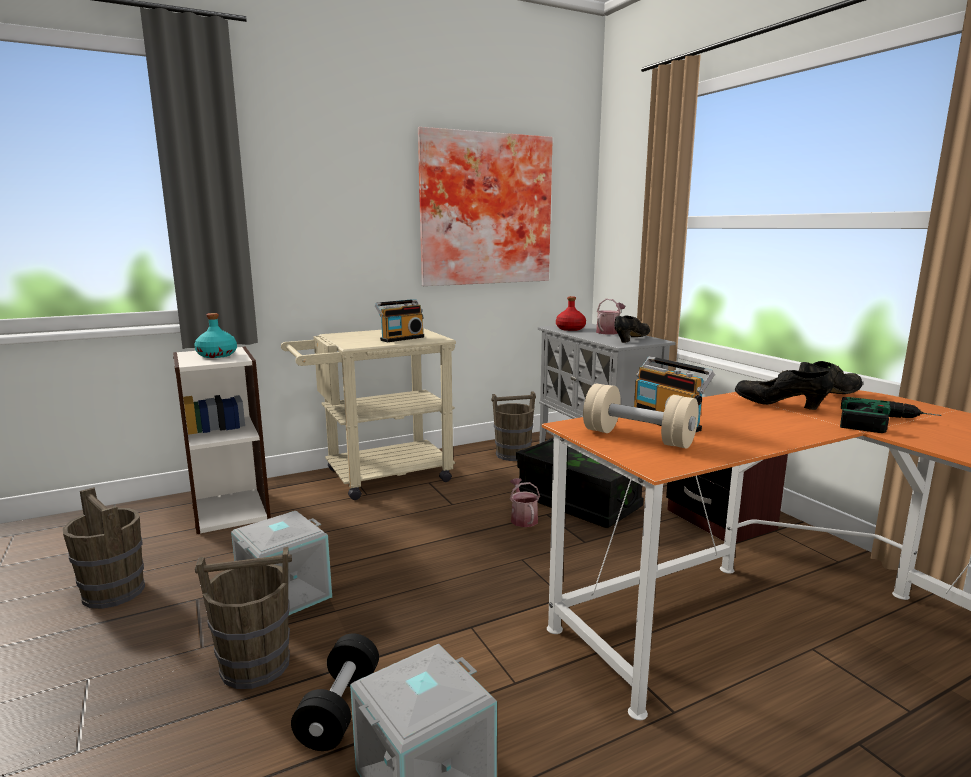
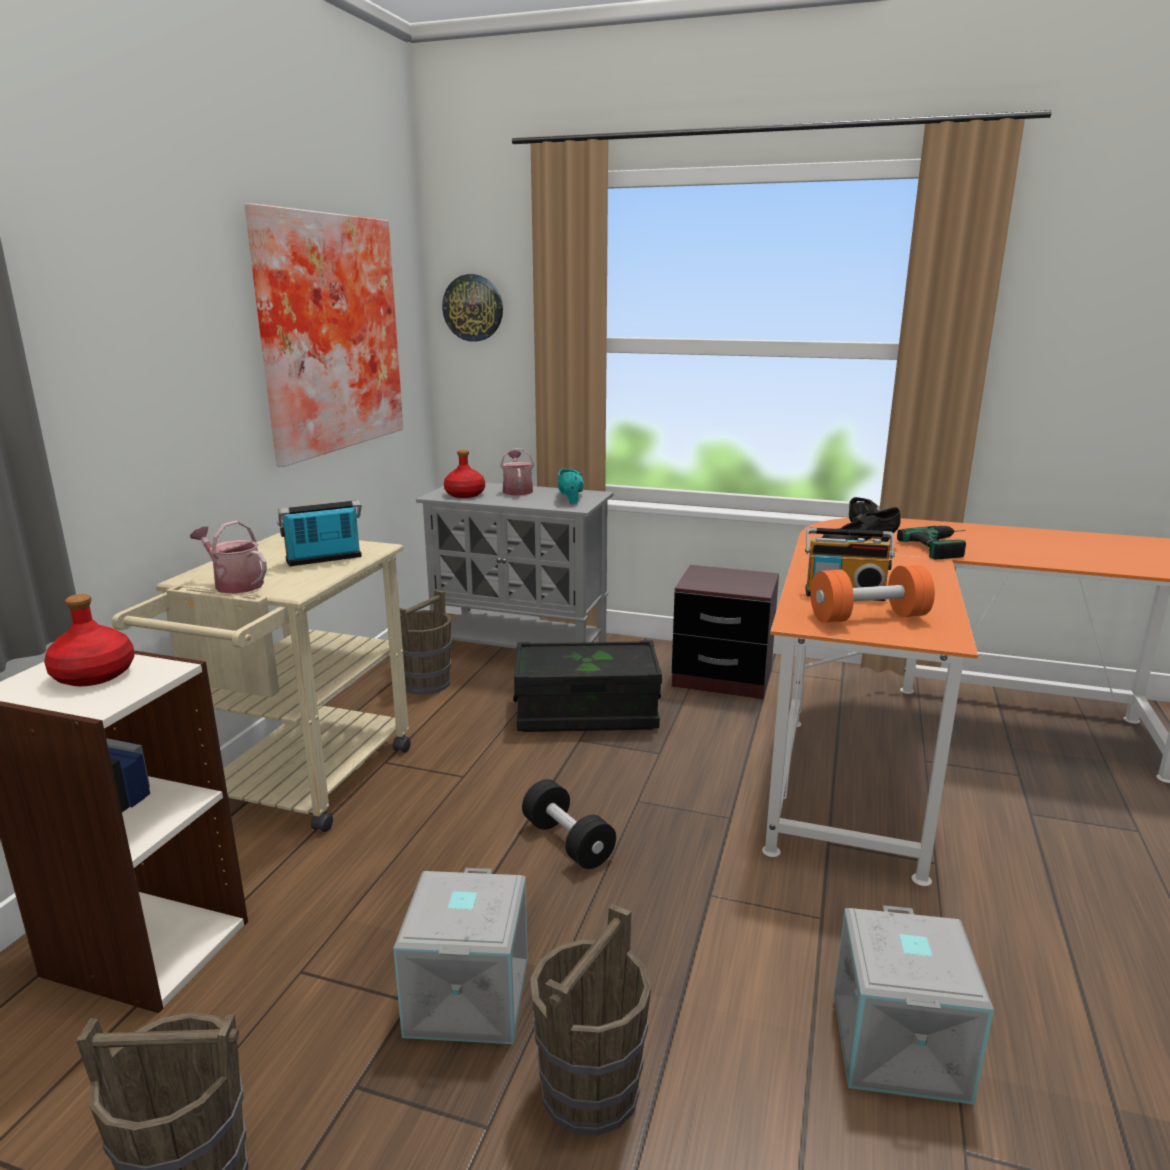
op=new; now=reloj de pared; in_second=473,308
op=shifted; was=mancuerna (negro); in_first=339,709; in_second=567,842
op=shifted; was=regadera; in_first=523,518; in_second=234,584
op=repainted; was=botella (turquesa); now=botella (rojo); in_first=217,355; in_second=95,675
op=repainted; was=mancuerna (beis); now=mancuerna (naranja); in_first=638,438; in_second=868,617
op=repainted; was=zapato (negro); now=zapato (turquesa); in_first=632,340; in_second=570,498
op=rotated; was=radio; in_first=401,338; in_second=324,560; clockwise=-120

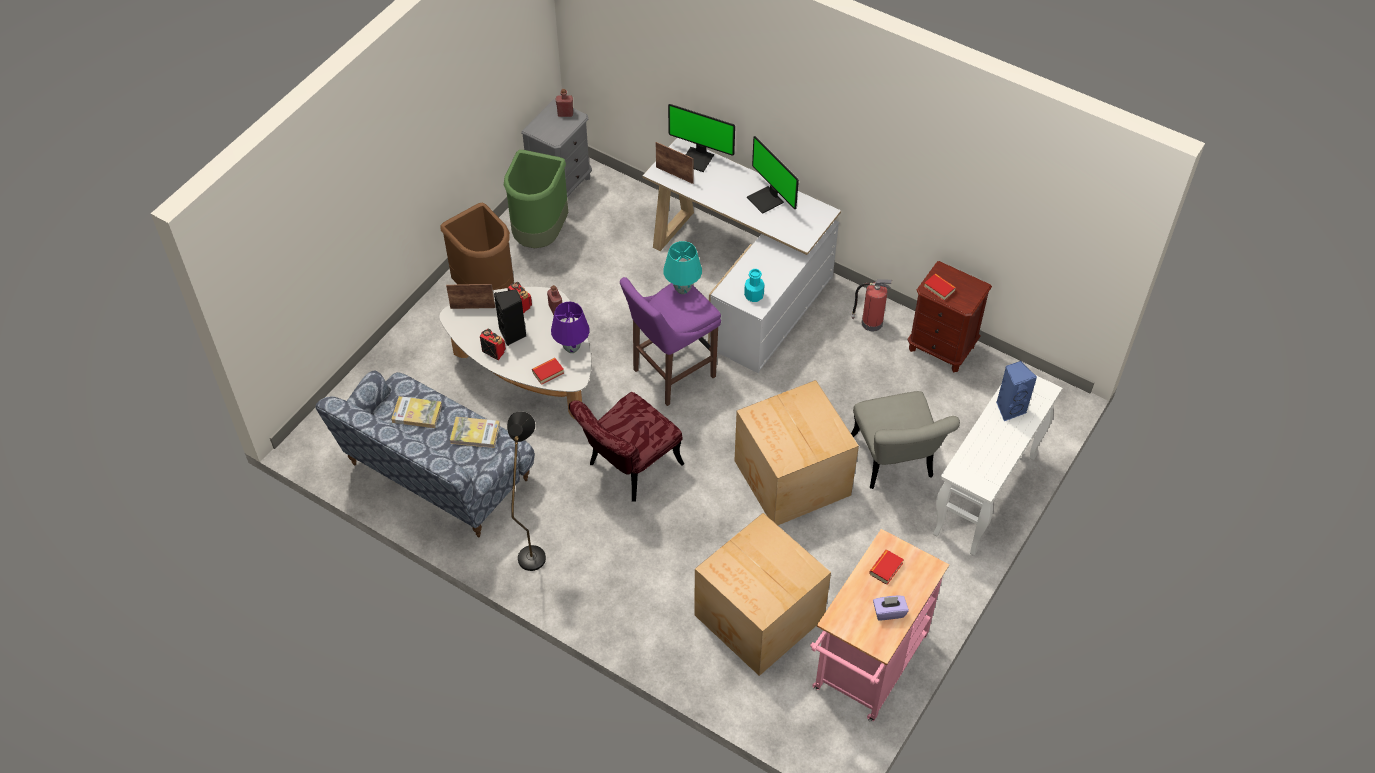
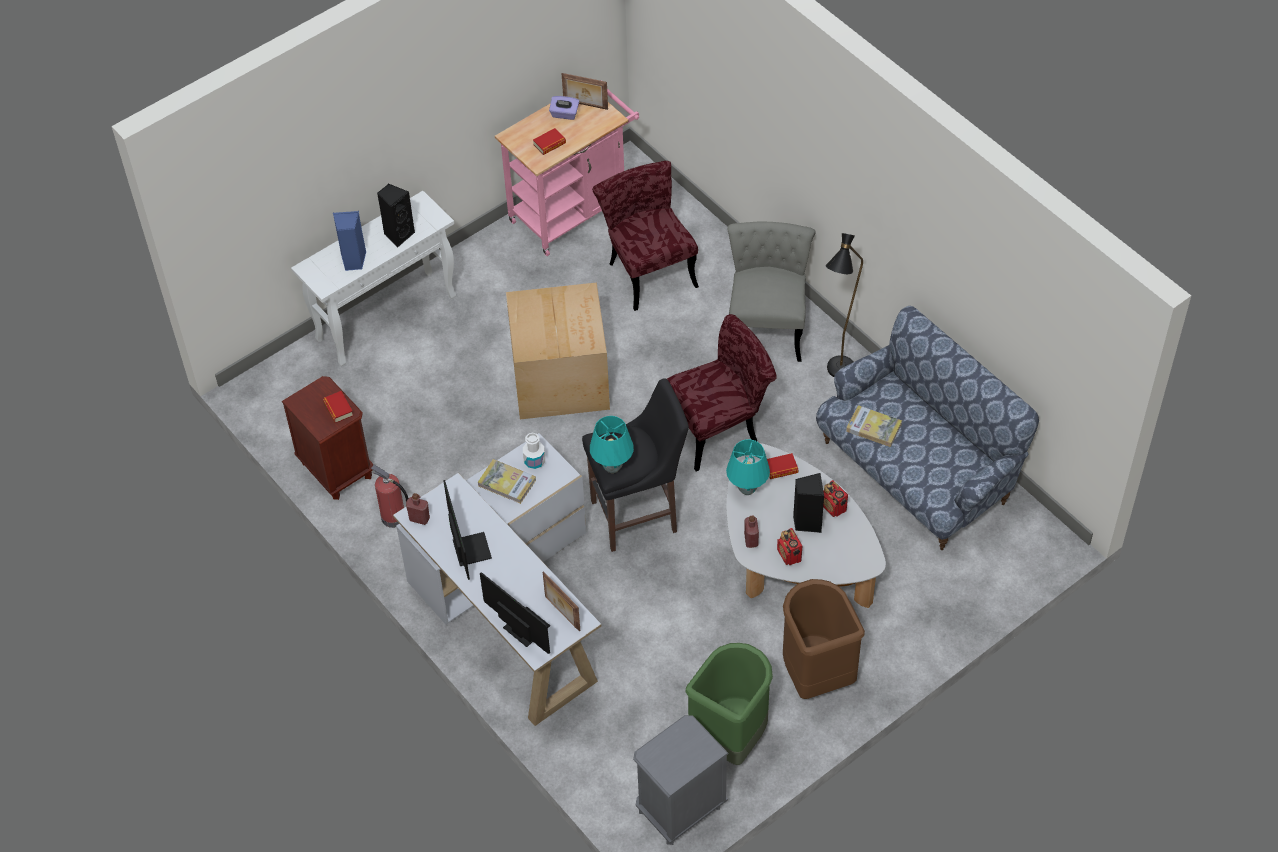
op=new; now=altavoz (negro); in_second=398,234
op=shifted; was=libro; in_first=417,413; in_second=507,483
op=shifted; was=portarretratos; in_first=473,307; in_second=585,105
op=shifted; was=botella (rojo); in_first=565,114; in_second=419,518
op=shifted; was=silla (gris); in_first=895,464; in_second=767,325
op=swapped; was=caja de cartón; now=silla (rojo); in_first=759,618; in_second=648,268
op=repainted; was=lámpara de mesa (morado); now=lámpara de mesa (turquesa); in_first=572,348; in_second=747,490
op=repainted; was=taburete (morado); now=taburete (negro); in_first=670,374; in_second=638,515
op=repainted; was=botella (turquesa); now=botella (blanco); in_first=754,295; in_second=534,461

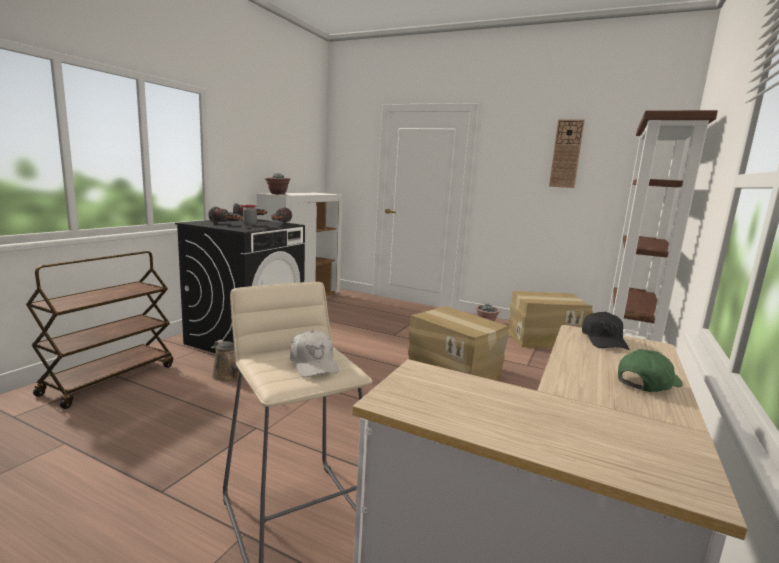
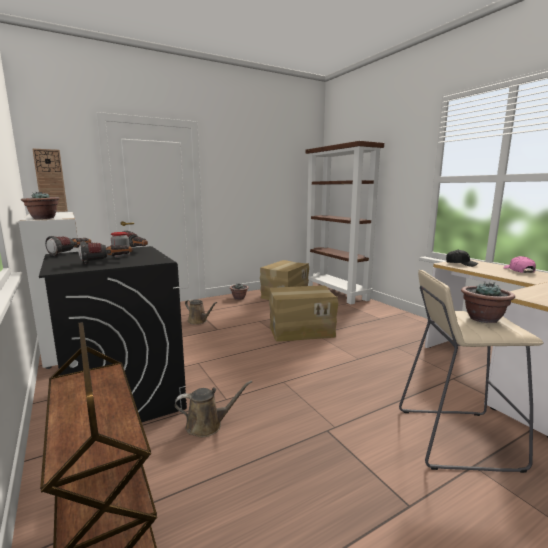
op=new; now=regadera (marrón); in_second=199,321
op=shifted; was=reloj de pared; in_first=566,154; in_second=50,181
op=swapped; was=gorra (blanco); now=planta en maceta; in_first=313,364; in_second=483,319
op=repainted; was=gorra (verde); now=gorra (rosa); in_first=647,382; in_second=518,270

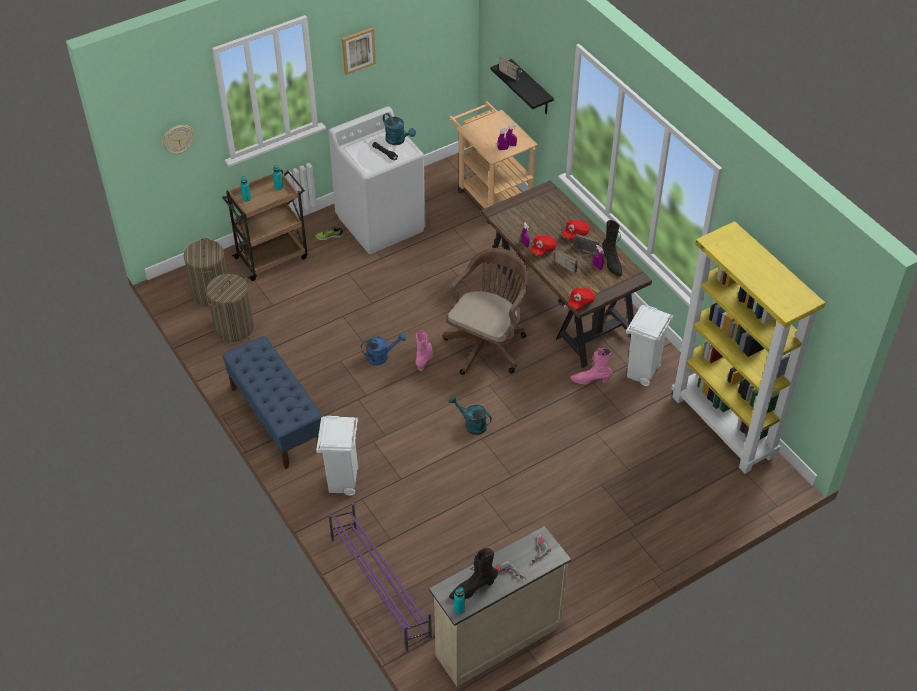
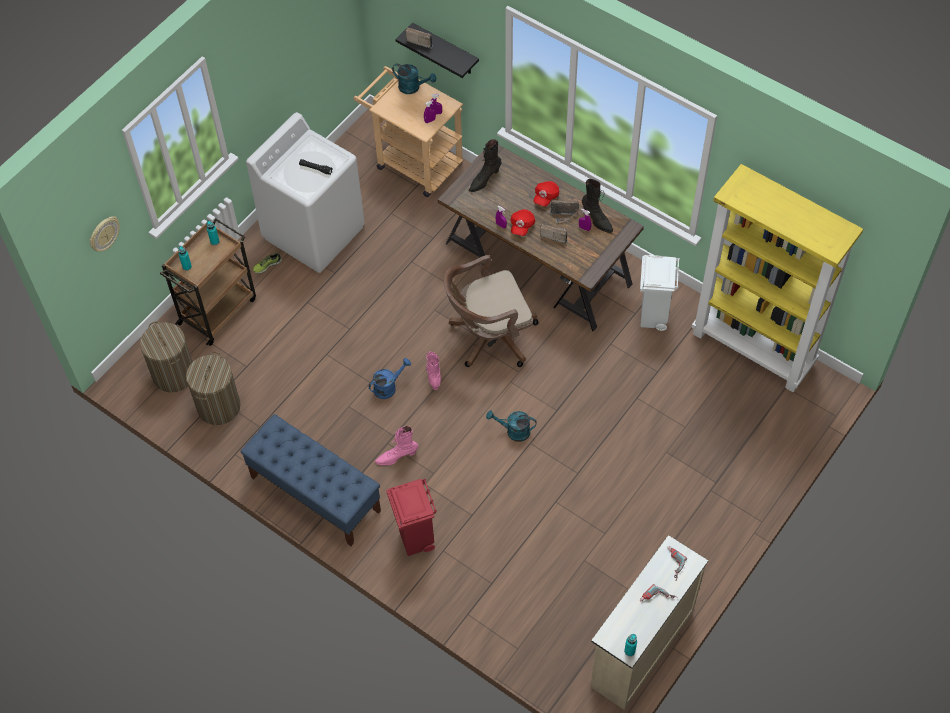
op=gone; was=zapatero (morado); in_first=380,586
op=gone; was=cuadro; in_first=358,50
op=gone; was=gorra (rojo); in_first=580,302
op=shifted; was=regadera (turquesa); in_first=398,140; in_second=413,87
op=shifted; was=bota (negro); in_first=473,589; in_second=484,180
op=shifted; was=bota (rosa); in_first=590,380; in_second=396,457
op=repainted; was=papelera (blanco); now=papelera (rojo); in_first=343,483; in_second=416,540
op=rotated; was=silla de oficina (marrón); in_first=487,344; in_second=489,337; clockwise=-120

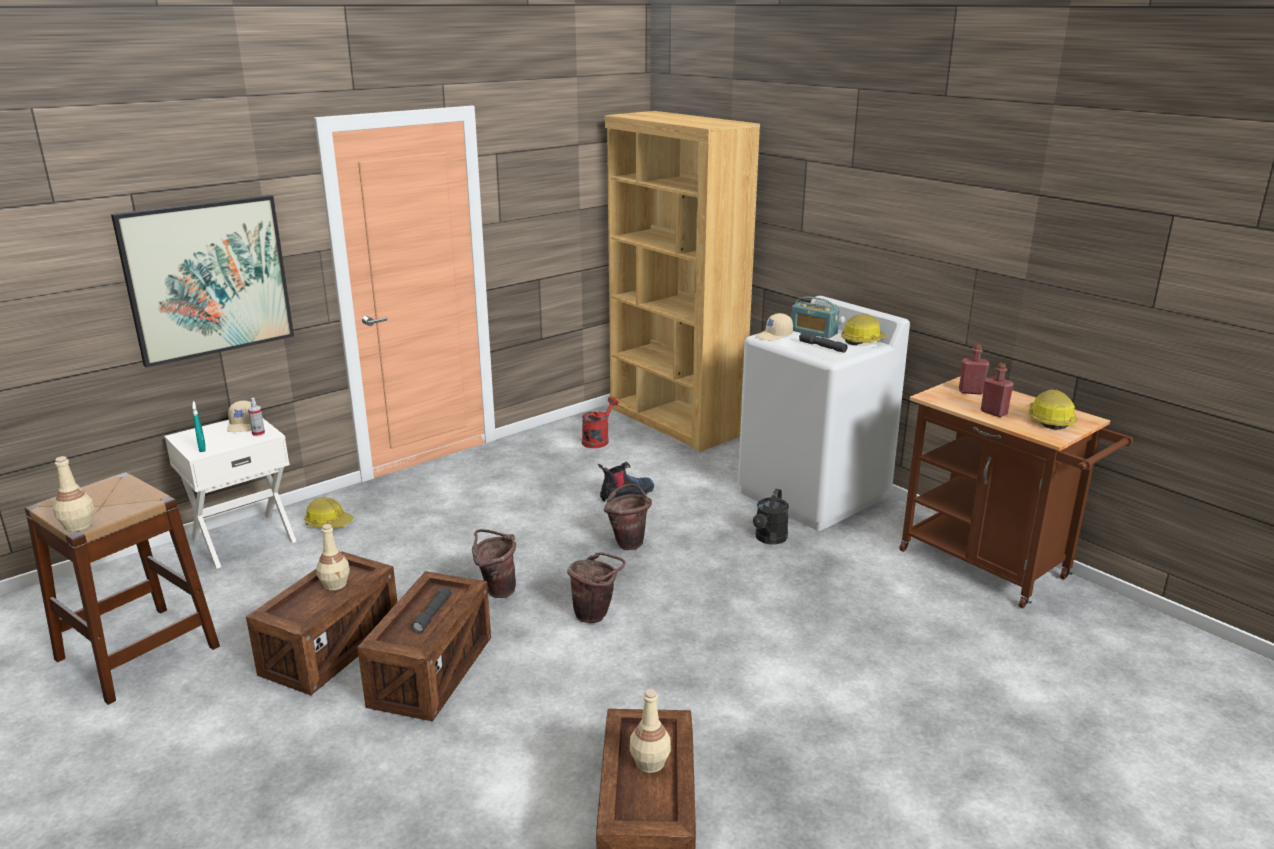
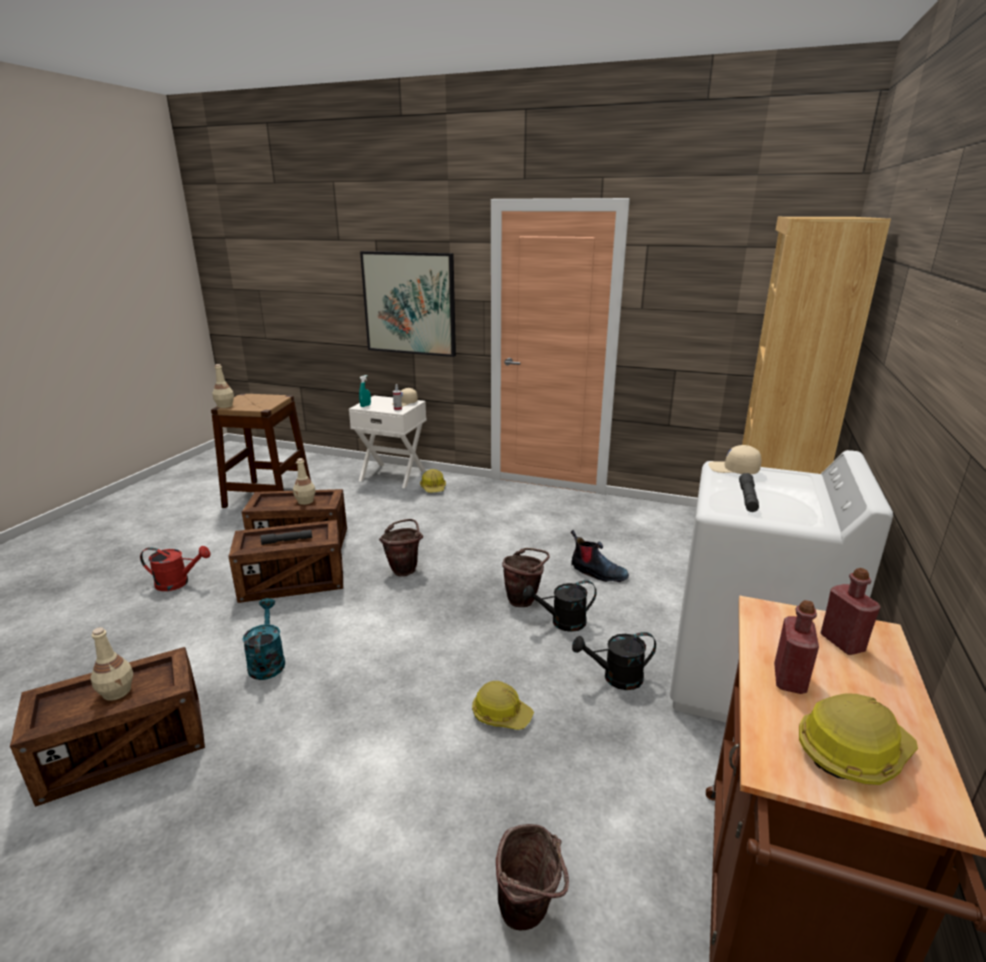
op=gone; was=radio; in_first=813,332
op=new; now=regadera (turquesa); in_second=267,661
op=new; now=regadera (negro); in_second=562,622
op=shifted; was=cubo (marrón); in_first=596,614; in_second=529,914
op=shifted; was=regadera (rojo); in_first=598,440; in_second=178,583
op=shifted; was=casco; in_first=863,340; in_second=501,714

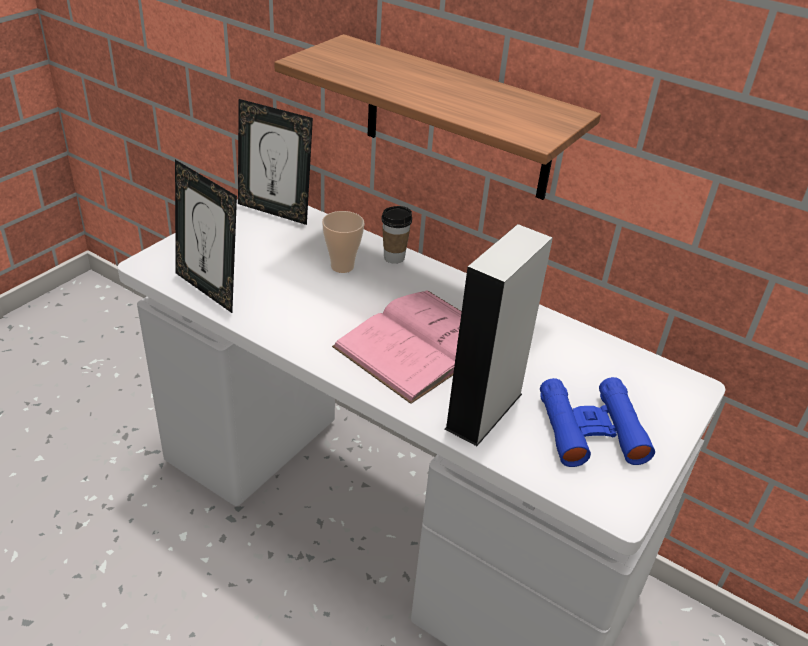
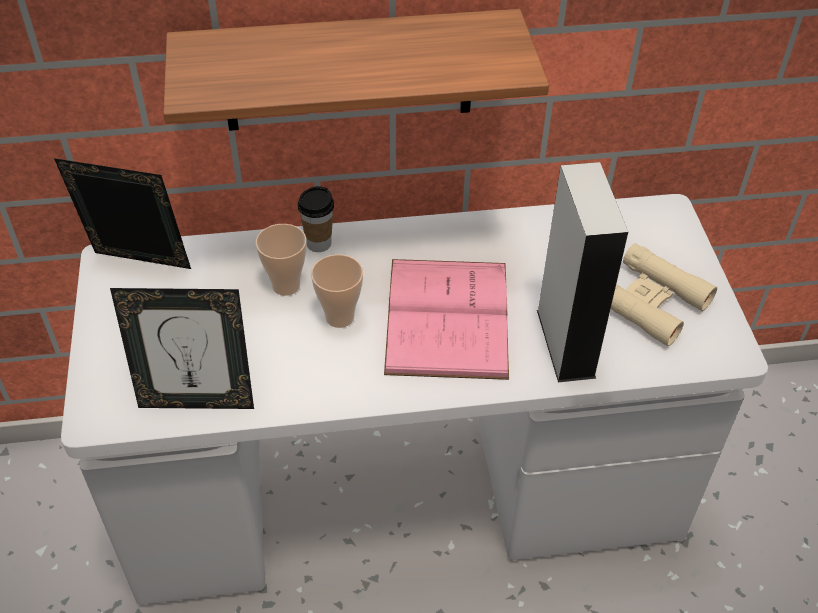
op=new; now=taza; in_second=339,317
op=repainted; was=prismáticos (azul); now=prismáticos (beis); in_first=591,430; in_second=649,301
op=rotated; was=portarretratos; in_first=275,211; in_second=139,266; clockwise=-150

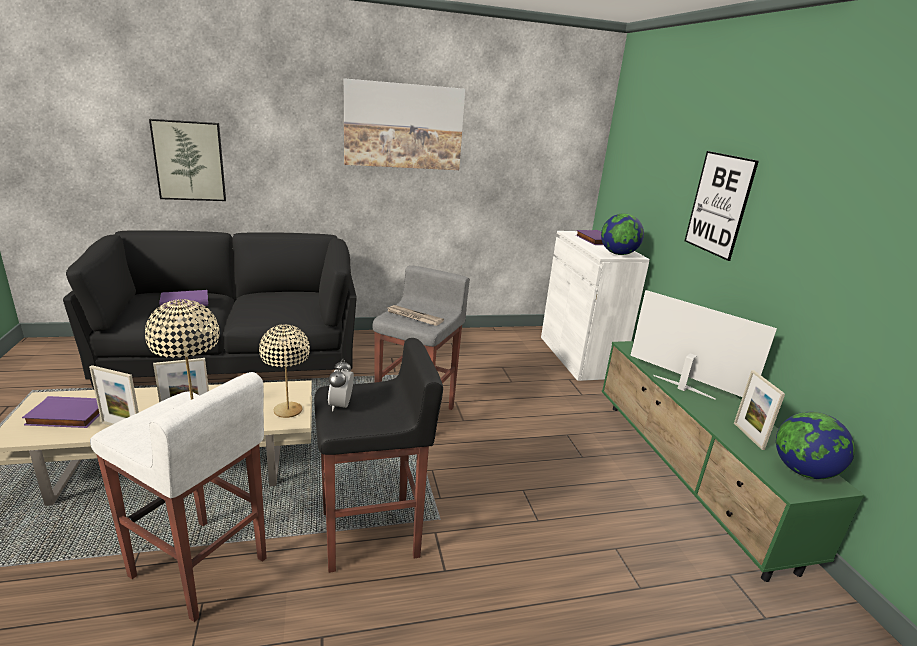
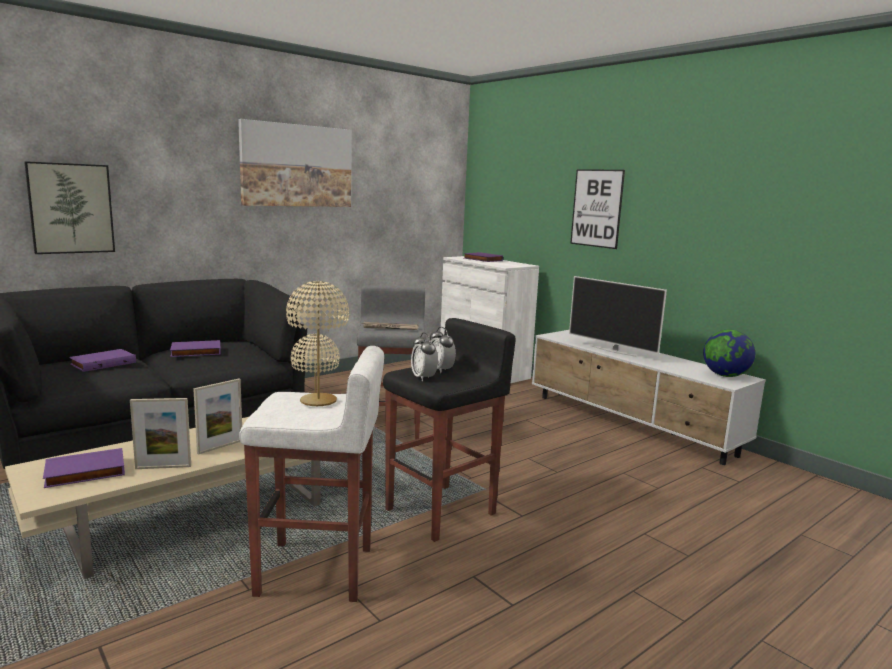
op=gone; was=globo terráqueo; in_first=618,254
op=gone; was=portarretratos; in_first=748,436
op=new; now=libro (morado); in_second=195,352
op=new; now=despertador; in_second=440,370
op=repainted; was=mueble de televisión (verde); now=mueble de televisión (blanco); in_first=688,476; in_second=630,424
op=rotated; was=televisor; in_first=682,387; in_second=613,351; clockwise=-150

